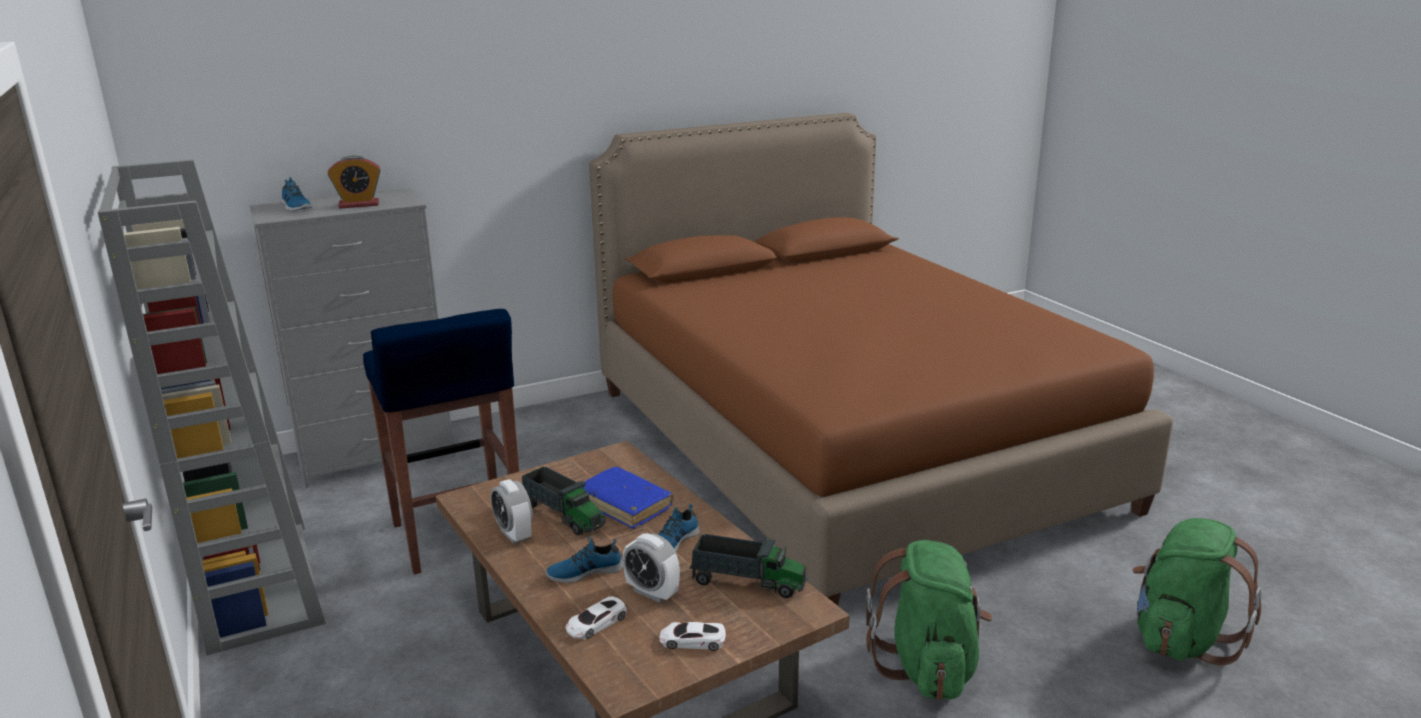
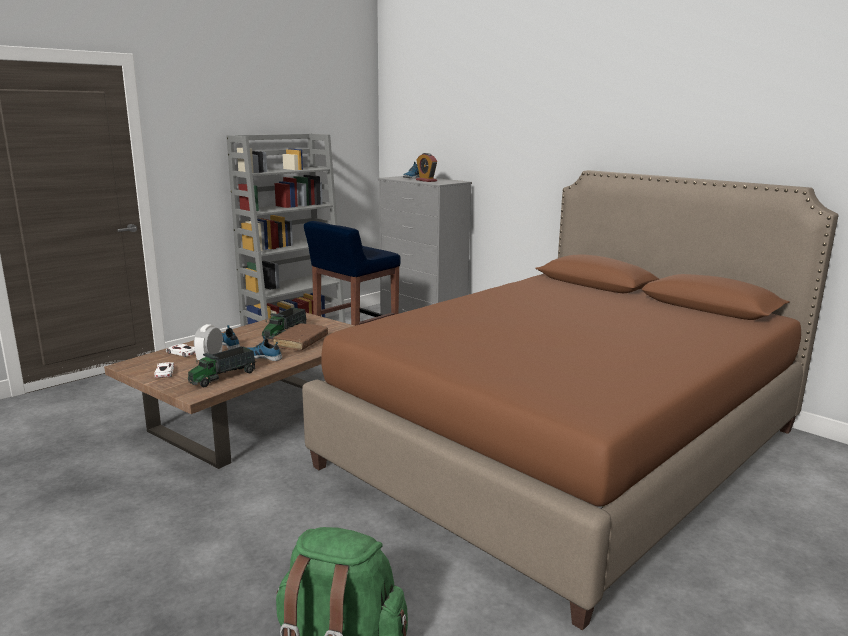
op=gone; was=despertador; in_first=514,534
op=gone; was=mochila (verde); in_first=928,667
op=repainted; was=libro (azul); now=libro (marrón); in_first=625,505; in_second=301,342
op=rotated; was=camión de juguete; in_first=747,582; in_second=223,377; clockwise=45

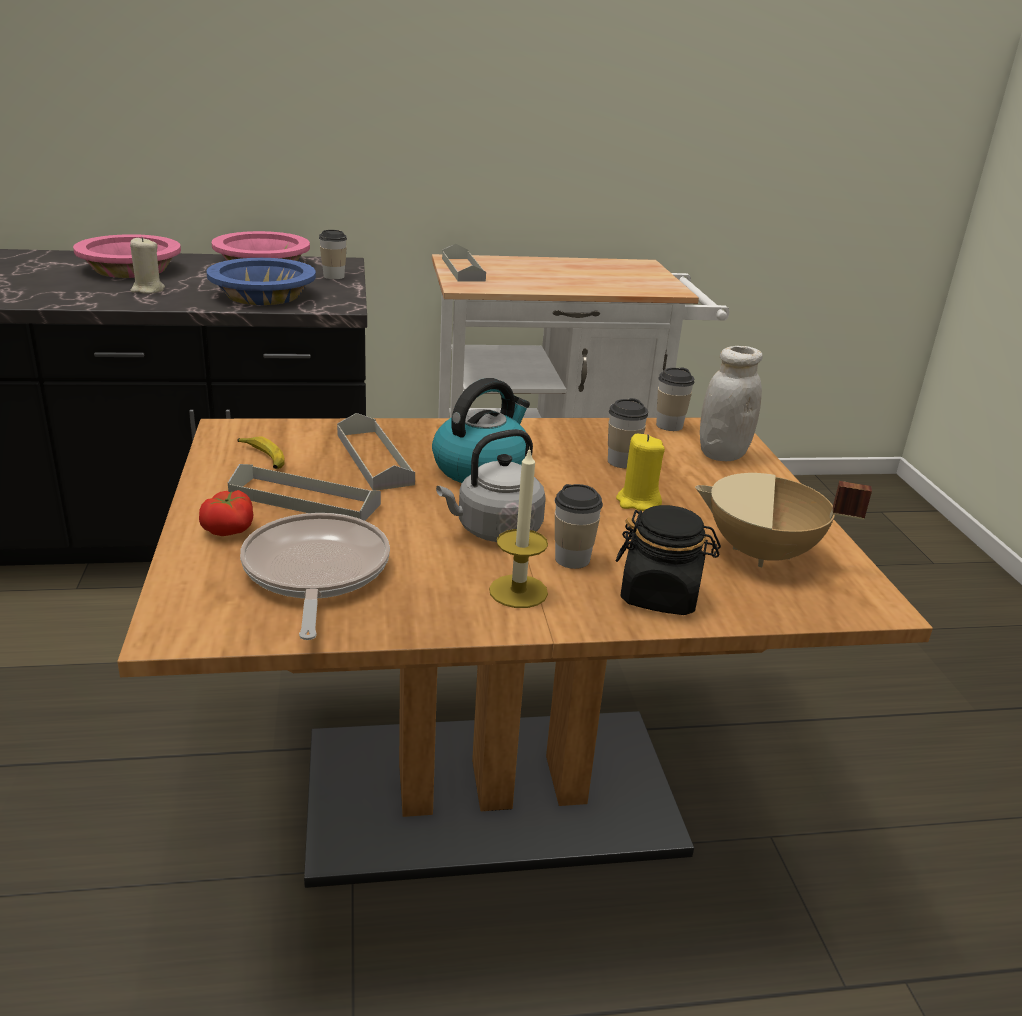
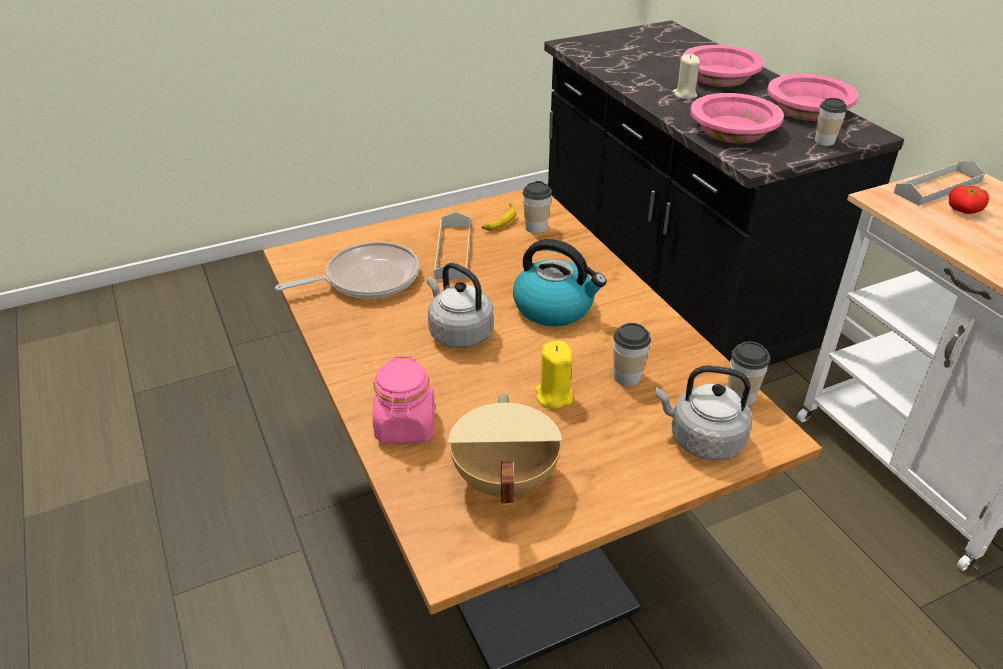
op=gone; was=bandeja (gris); in_first=374,459
op=gone; was=vela; in_first=518,591
op=shifted; was=tomate; in_first=230,530; in_second=964,210
op=shifted; was=taza; in_first=572,559; in_second=536,227
op=swapped; was=tarro (blanco); now=hervidor (gris); in_first=722,454; in_second=702,439
op=repainted; was=cuenco (azul); now=cuenco (rosa); in_first=263,295; in_second=733,130
op=repainted; was=tarro (negro); now=tarro (rosa); in_first=660,595; in_second=405,426

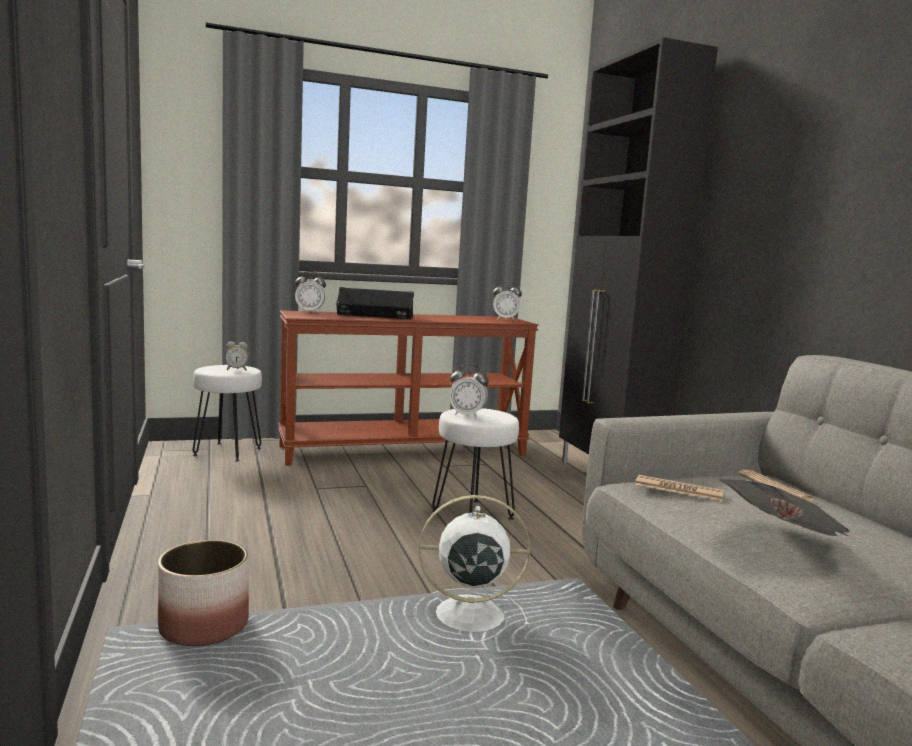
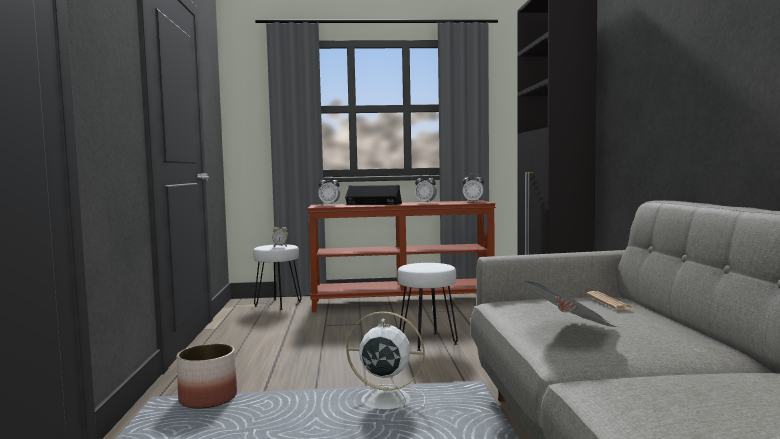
op=gone; was=periódico; in_first=678,489
op=shifted; was=despertador; in_first=467,415; in_second=425,202

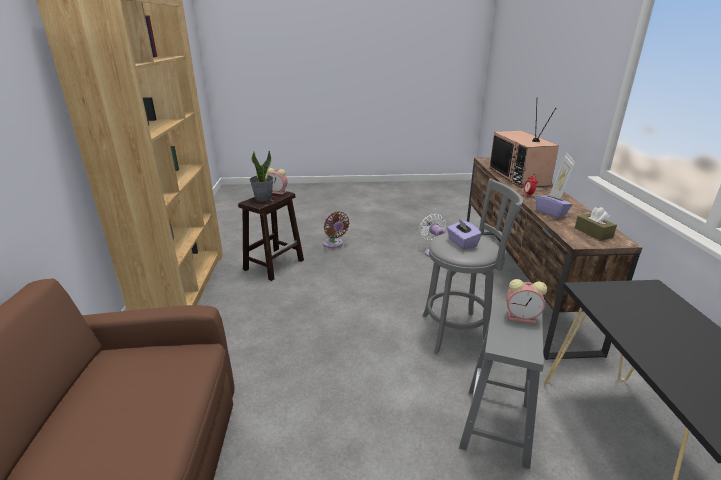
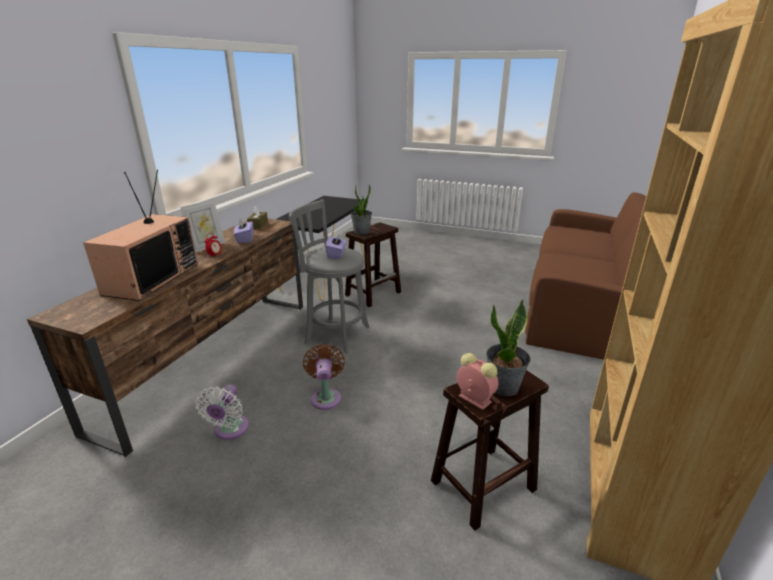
op=shifted; was=ventilador (marrón); in_first=334,244; in_second=326,396
op=swapped; was=despertador; now=planta en maceta; in_first=522,317; in_second=361,231
op=repainted; was=taburete (gris); now=taburete (marrón); in_first=497,426; in_second=373,293

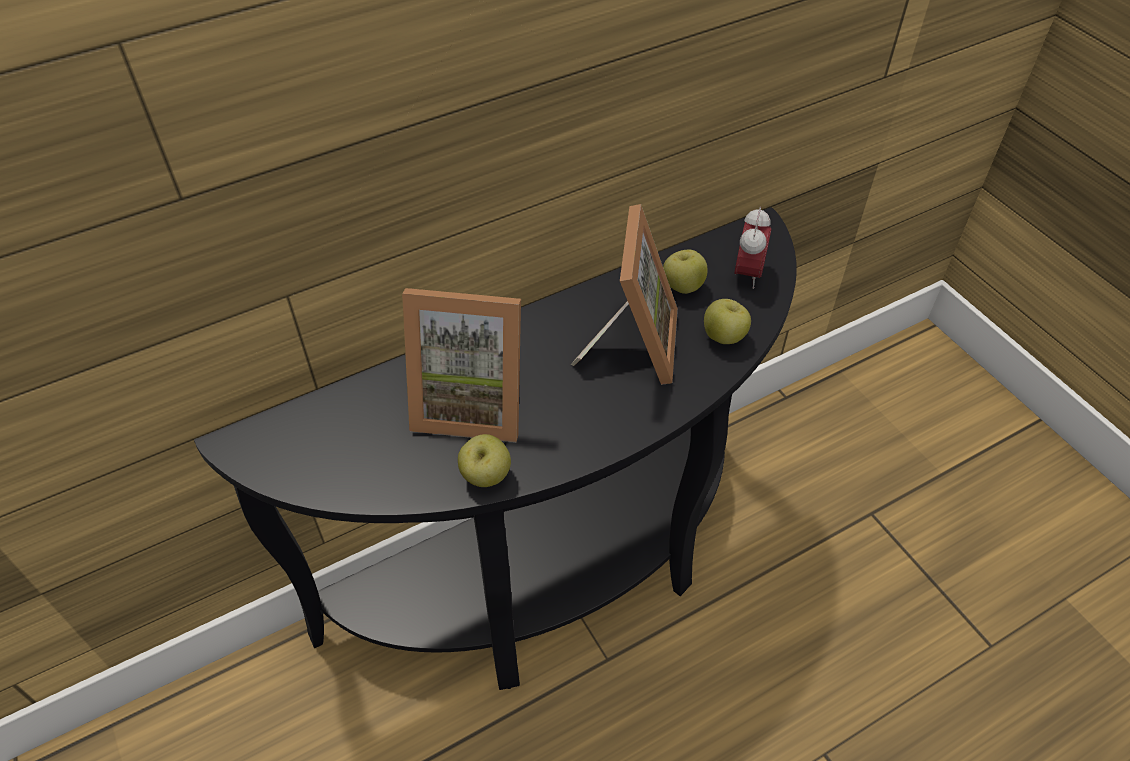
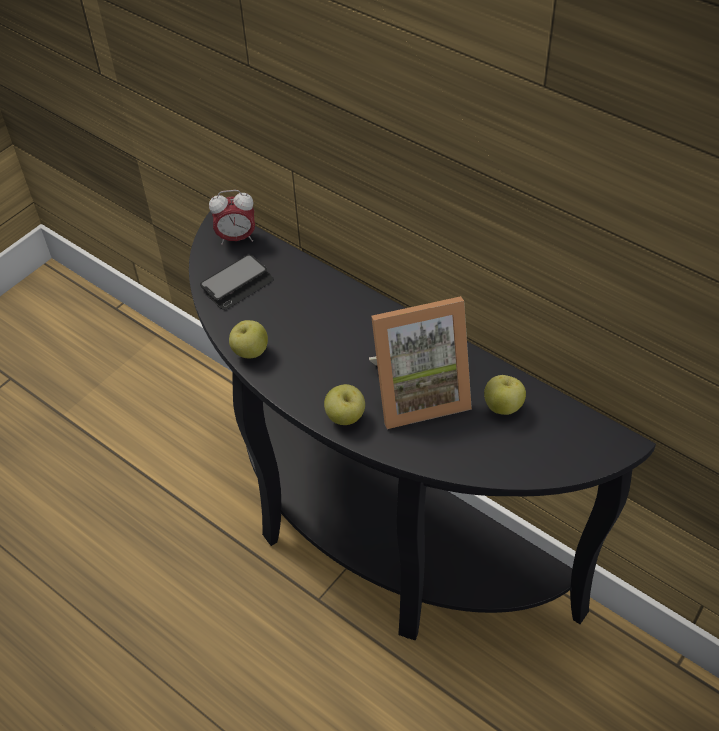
op=gone; was=portarretratos; in_first=471,403
op=new; now=móvil; in_second=237,284
op=shifted; was=manzana; in_first=724,337; in_second=345,417
op=shifted; was=despertador; in_first=747,274; in_second=236,238

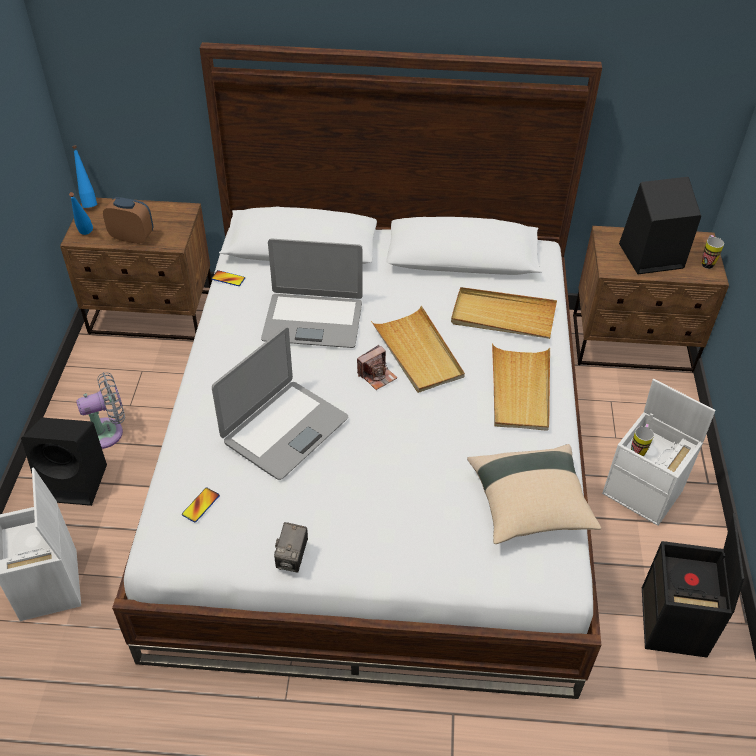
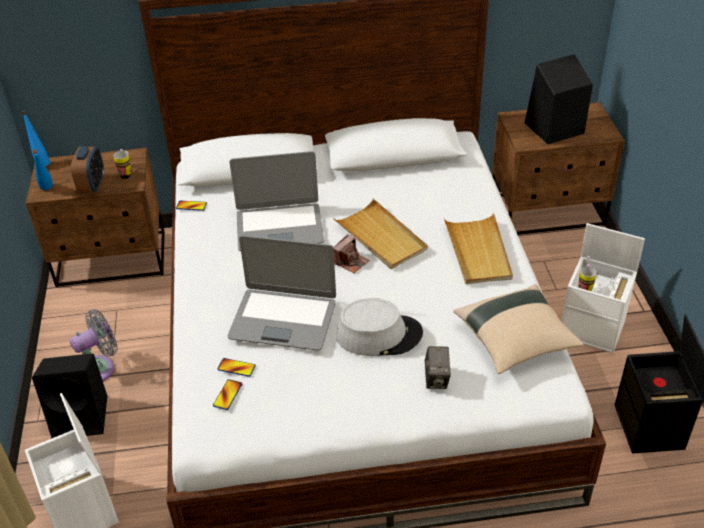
op=gone; was=bandeja (beis); in_first=503,316
op=new; now=móvil; in_second=236,368
op=new; now=sombrero (gris); in_second=379,334
op=shifted; was=cámara; in_first=292,558; in_second=436,379
op=shifted; was=taza grande; in_first=706,262; in_second=126,173
op=rotated; was=despertador; in_first=132,237; in_second=92,185; clockwise=90
op=rotated; was=portátil; in_first=284,429; in_second=283,319; clockwise=75

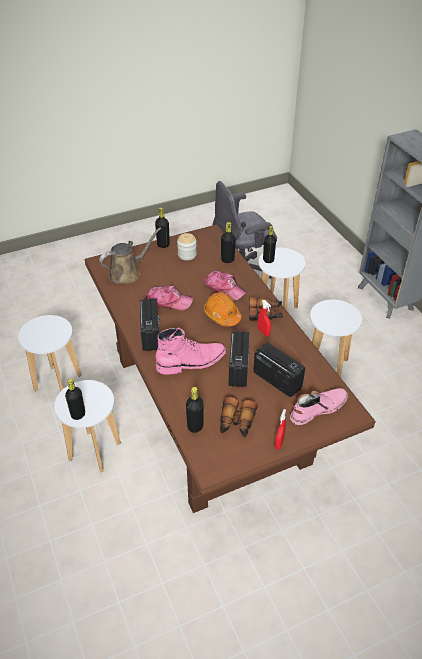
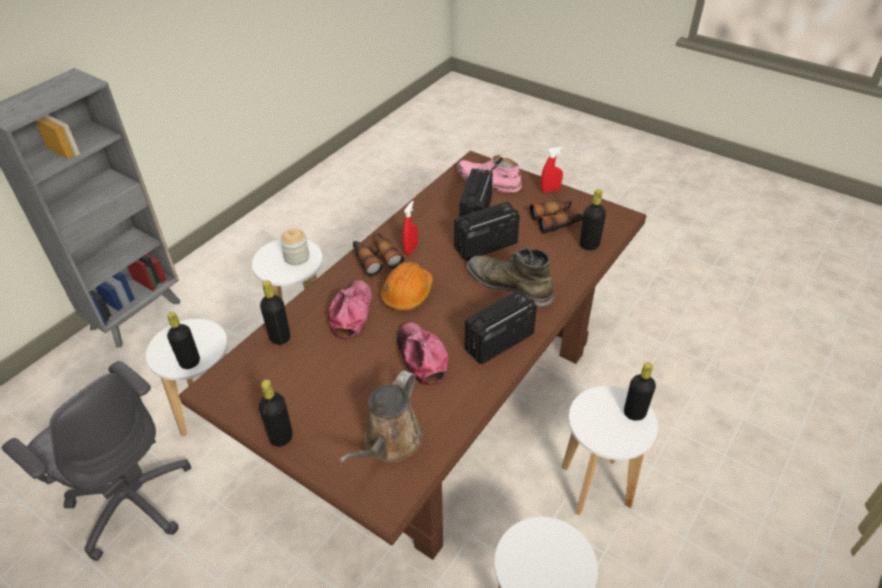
op=shifted; was=tarro; in_first=187,255; in_second=296,257
op=repainted; was=bota (rosa); now=bota (verde); in_first=191,362; in_second=509,285
op=rotated; was=regadera (marrón); in_first=127,273; in_second=390,443; clockwise=-90

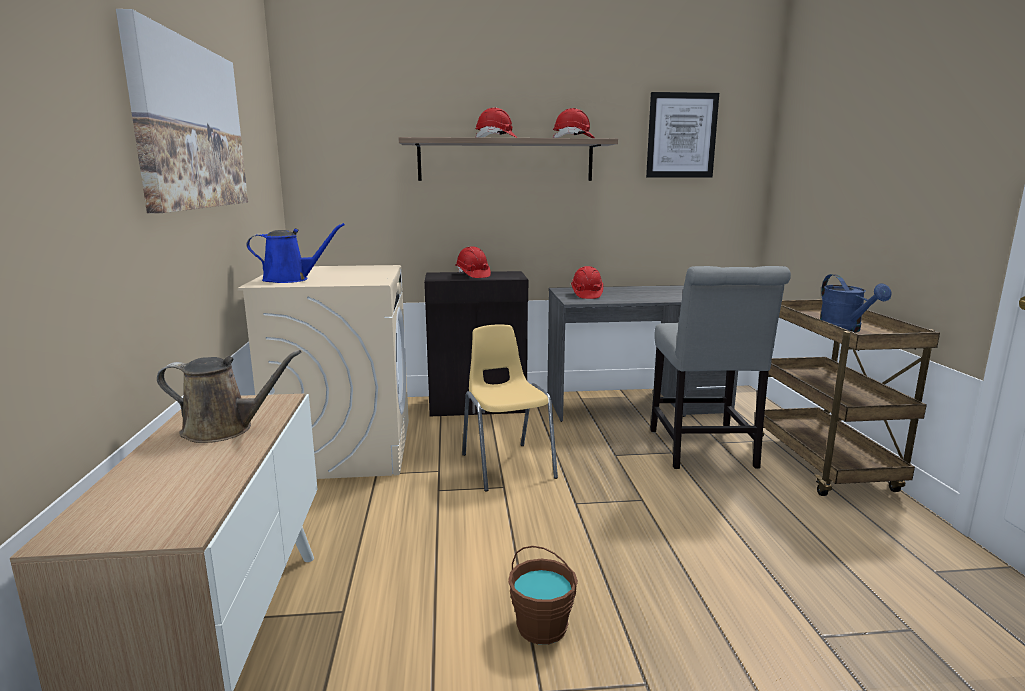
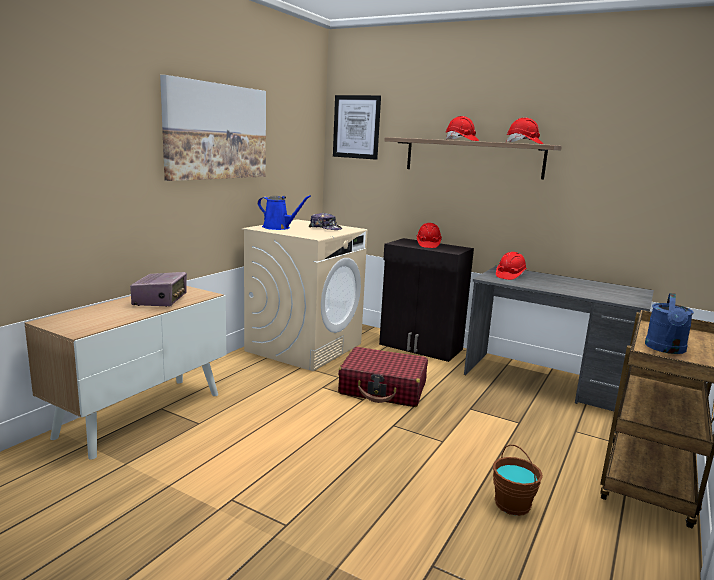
op=gone; was=silla (gris); in_first=703,451
op=new; now=gorra; in_second=325,228
op=shifted; was=cubo (marrón); in_first=542,626; in_second=513,504
op=shifted; was=cuadro; in_first=681,135; in_second=356,127
op=swapped; was=regadera (marrón); now=radio; in_first=224,429; in_second=160,300
op=swapped; was=silla (amarillo); now=maleta (rojo); in_first=507,466; in_second=383,388

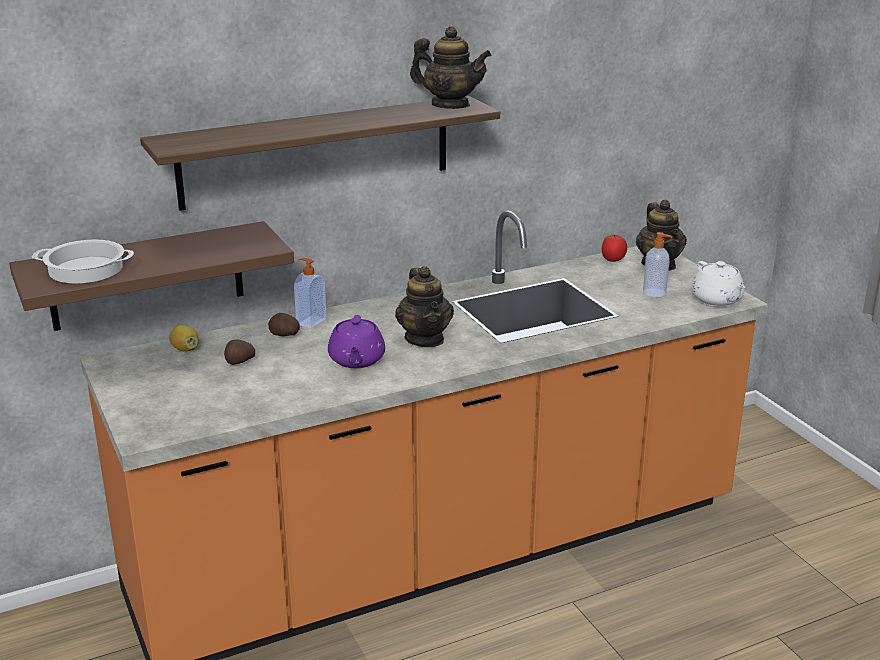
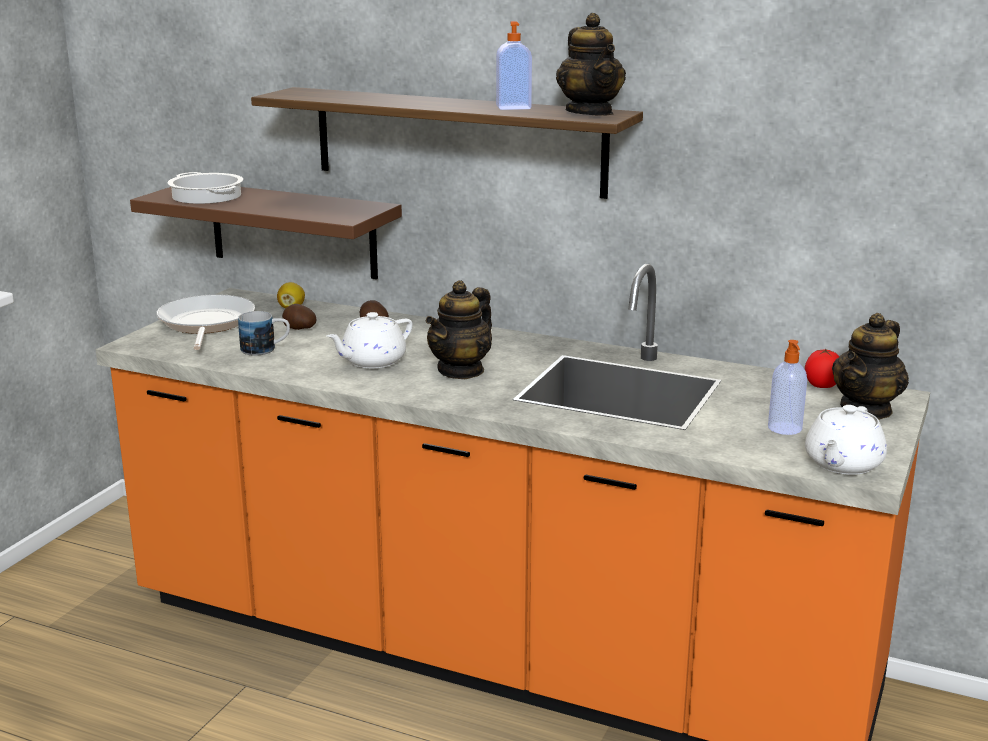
op=new; now=sartén; in_second=205,324
op=new; now=taza grande; in_second=266,349
op=shifted; was=dispensador de jabón; in_first=310,321; in_second=513,107
op=repainted; was=tetera (morado); now=tetera (blanco); in_first=356,360; in_second=372,361

